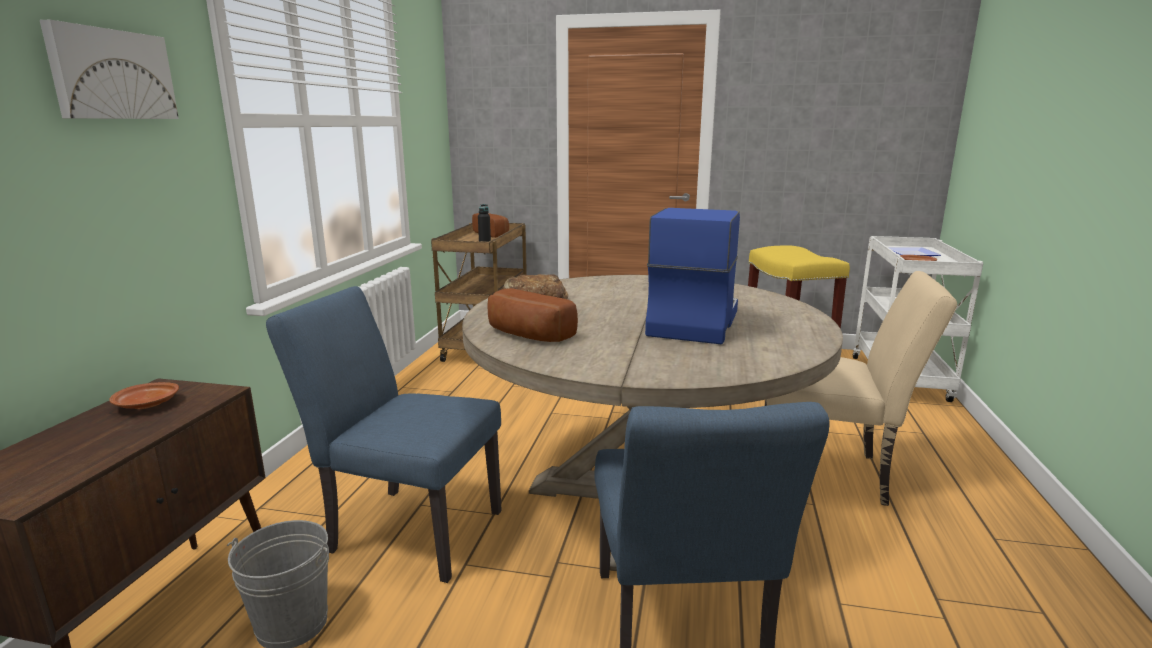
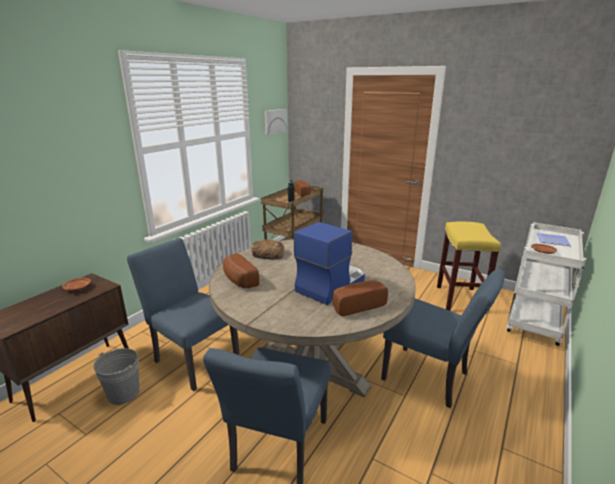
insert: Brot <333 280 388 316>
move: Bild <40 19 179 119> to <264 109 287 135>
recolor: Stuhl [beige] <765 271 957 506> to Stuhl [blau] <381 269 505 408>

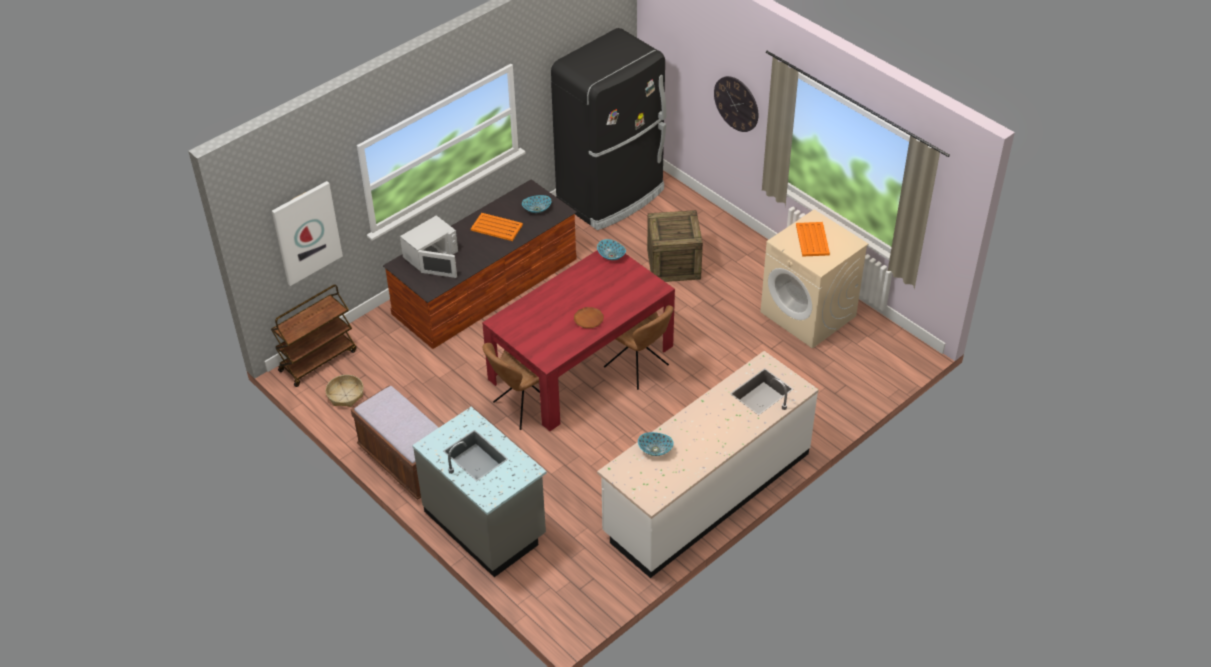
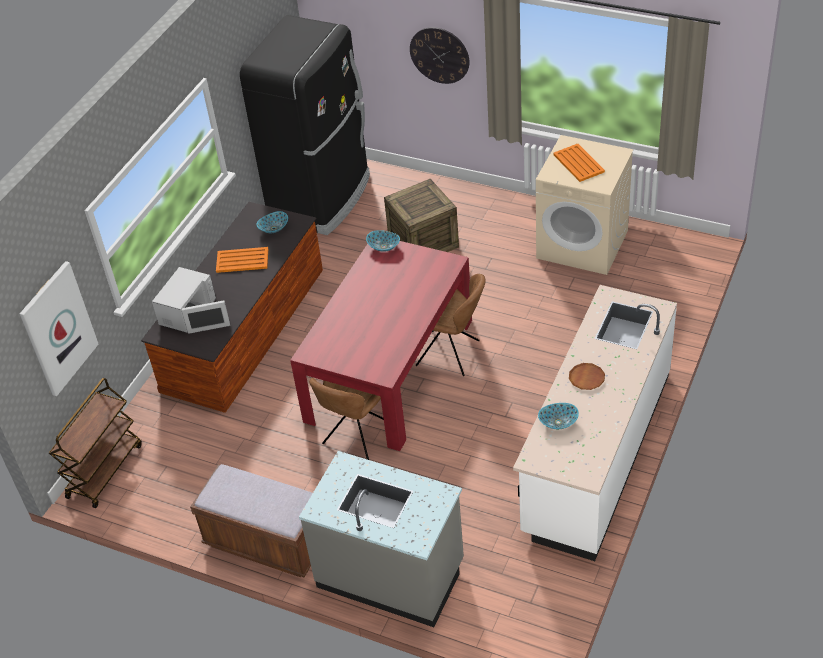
delete: Korb <325 375 364 407>
move: Teller [braun] <574 307 604 328> to <569 363 605 390>

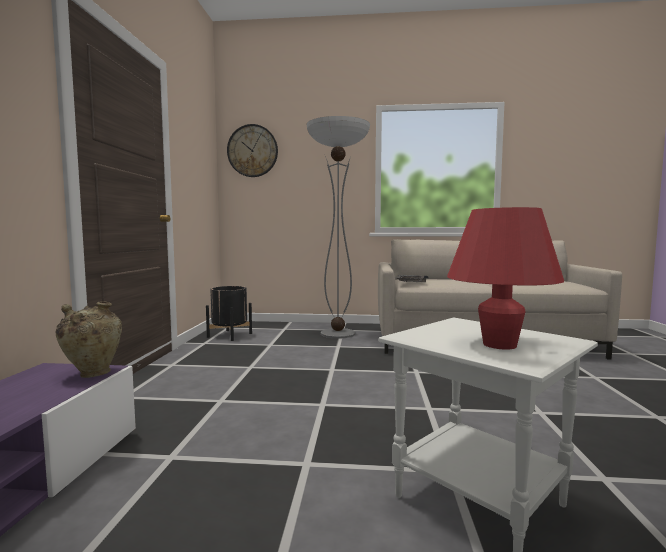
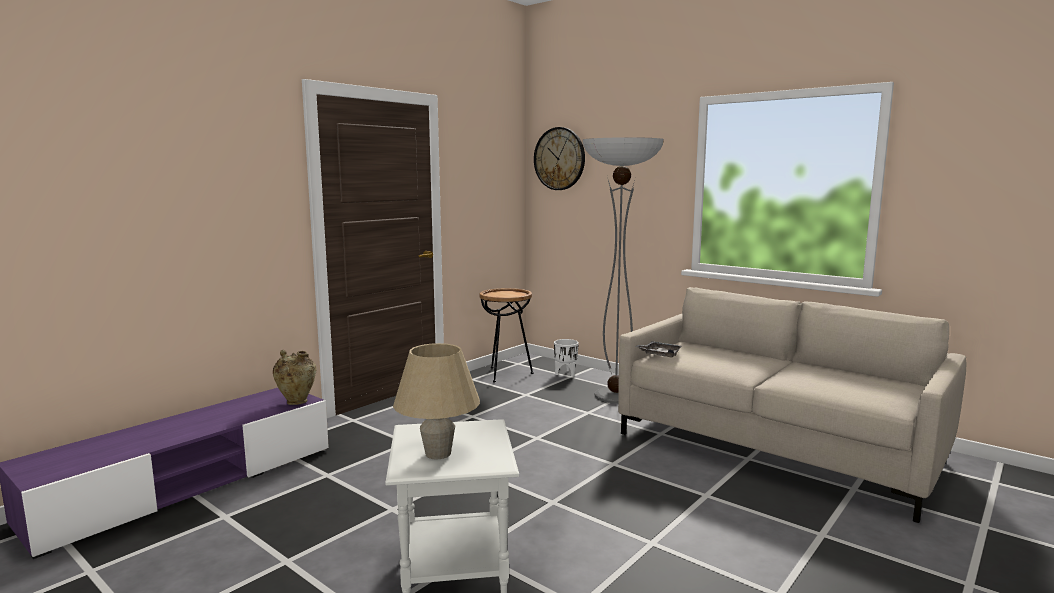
insert: Pflanzkübel [weiß] <554 339 579 376>
replace: Pflanzkübel [schwarz] <206 286 252 341> to Beistelltisch [braun] <479 288 534 383>
recolor: Tischlampe [rot] <447 207 564 350> to Tischlampe [beige] <393 343 480 459>

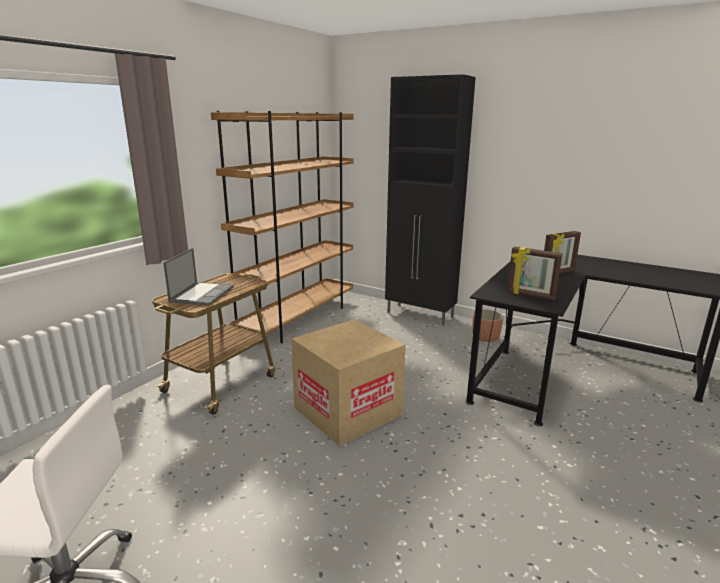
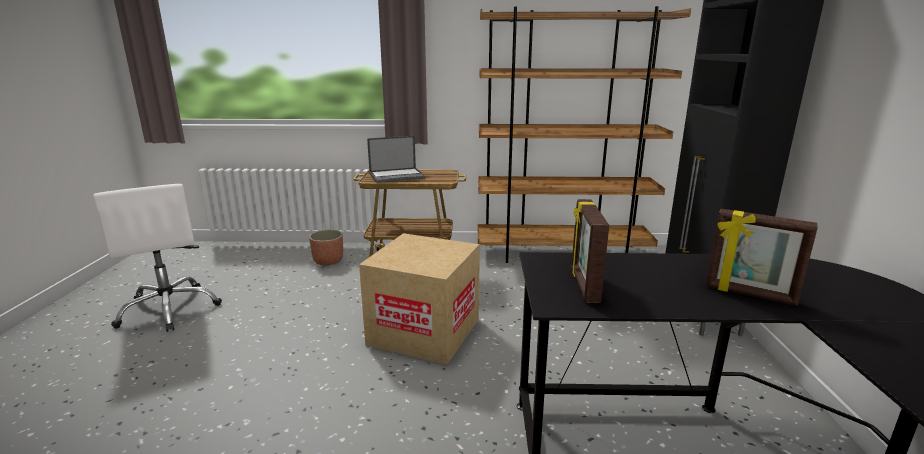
move: Pflanzkübel <472 309 503 342> to <309 230 343 265>

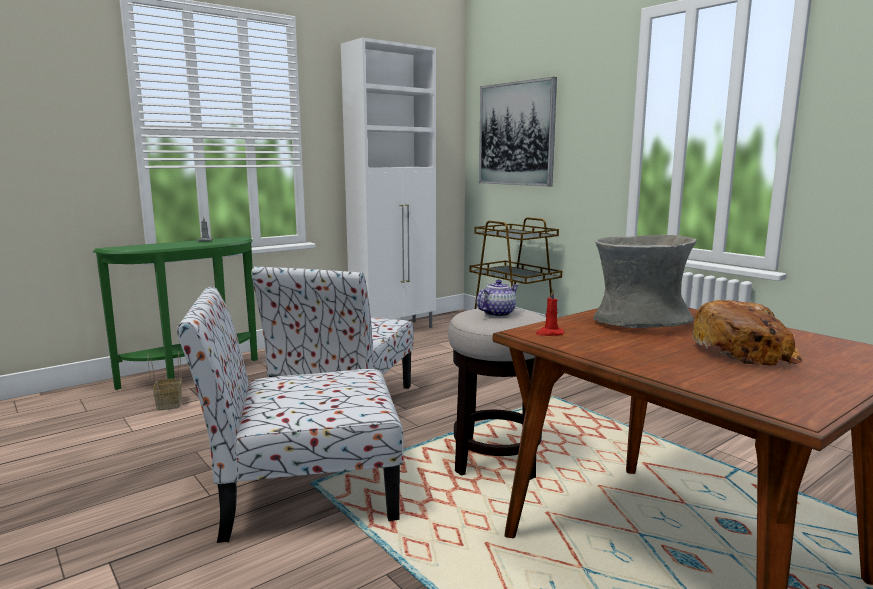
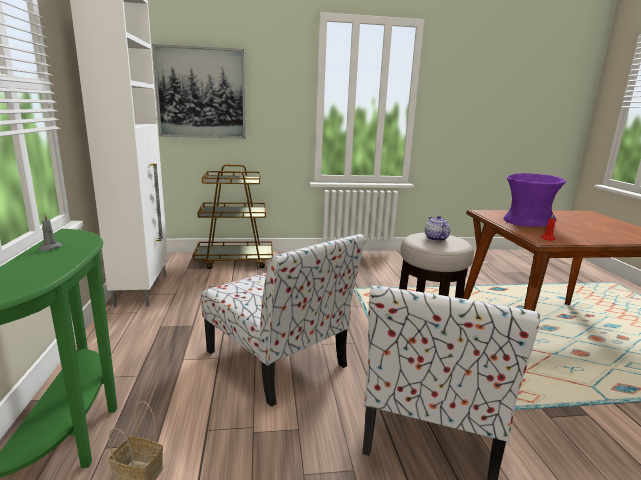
delete: Brot <692 300 803 366>
recolor: Vase [grau] <593 235 697 328> to Vase [lila] <504 173 566 227>

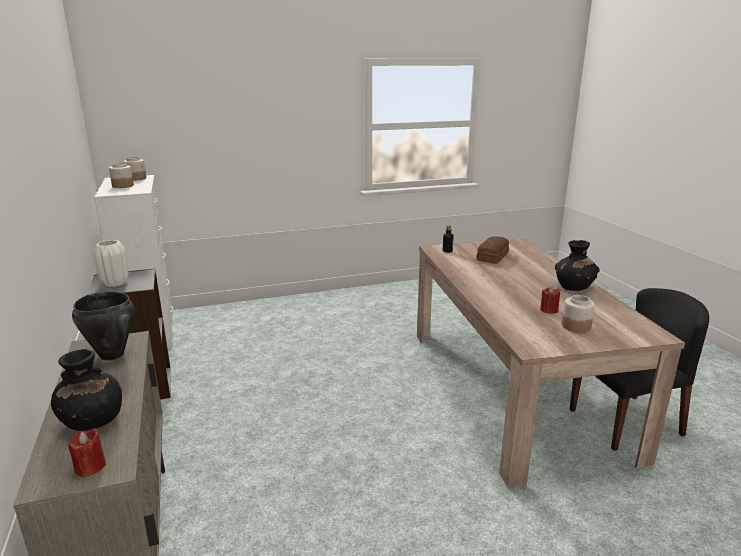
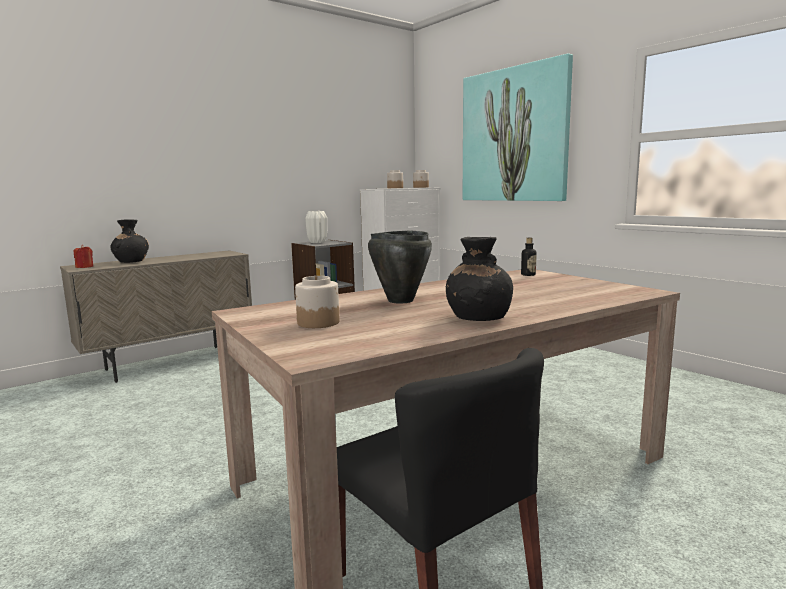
delete: Brot <476 236 509 264>; Kerze [rot] <540 286 560 314>
insert: Bild <463 53 573 201>
move: Kochtopf [schwarz] <72 291 134 360> to <368 230 432 304>

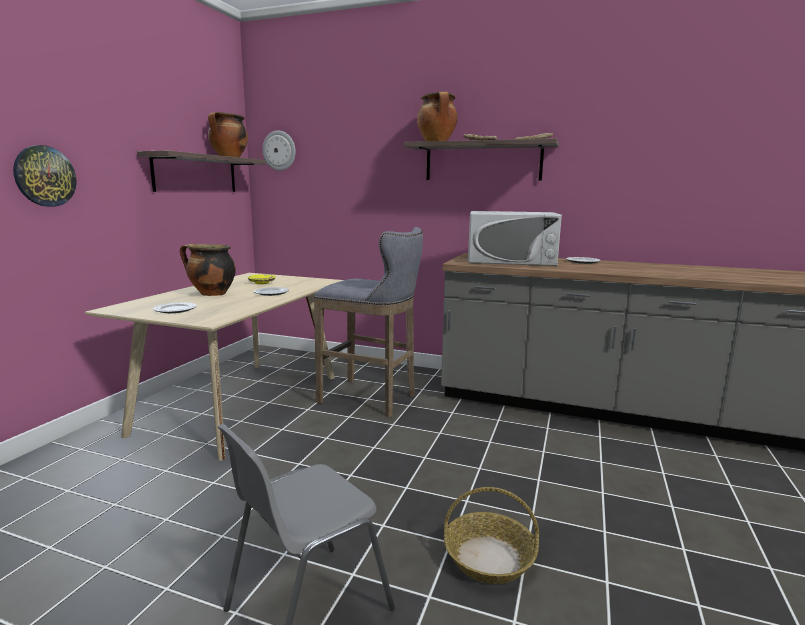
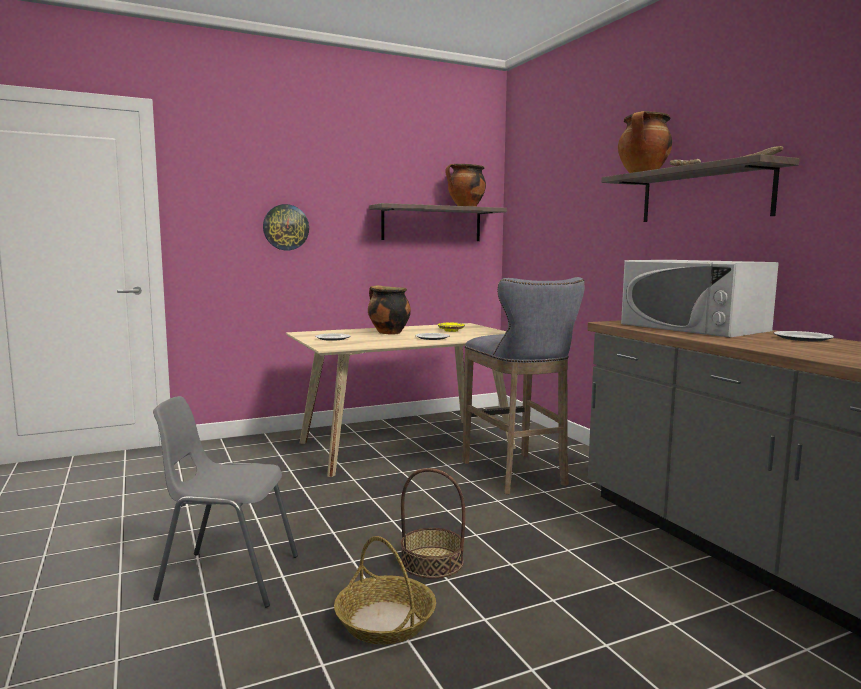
delete: Wanduhr <263 130 296 171>
insert: Korb <401 468 466 578>

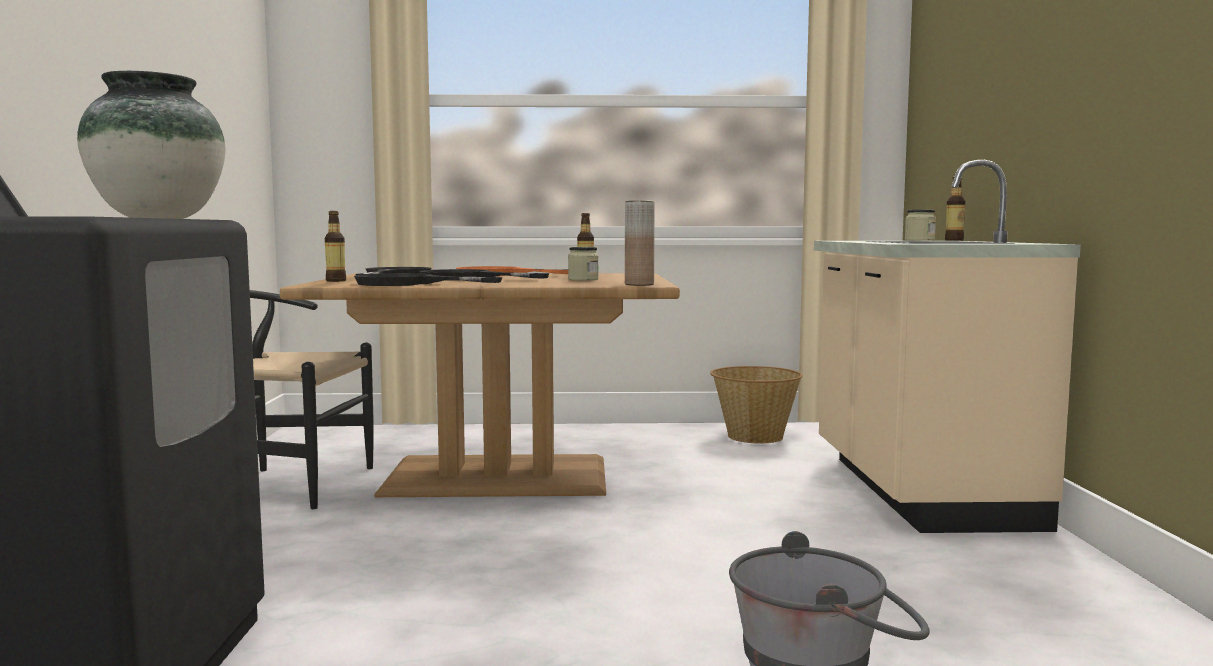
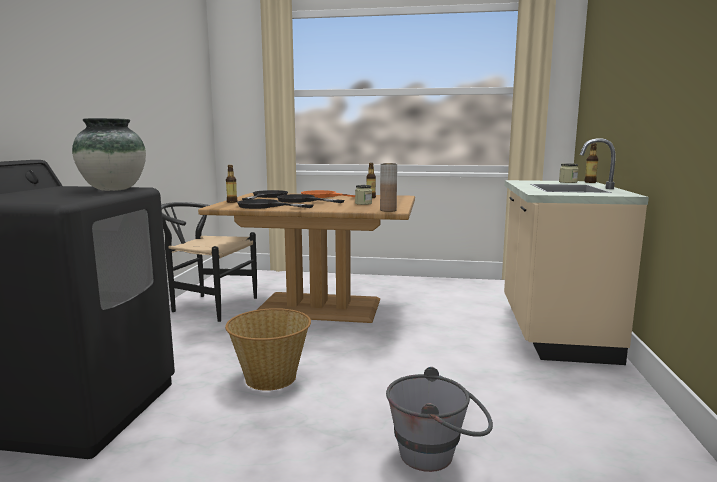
move: Korb <710 366 803 444> to <225 308 311 391>

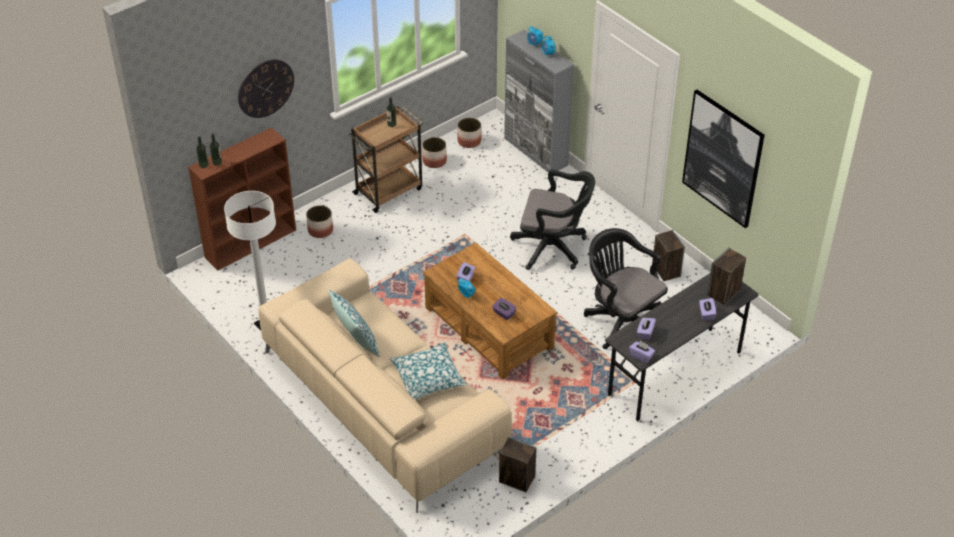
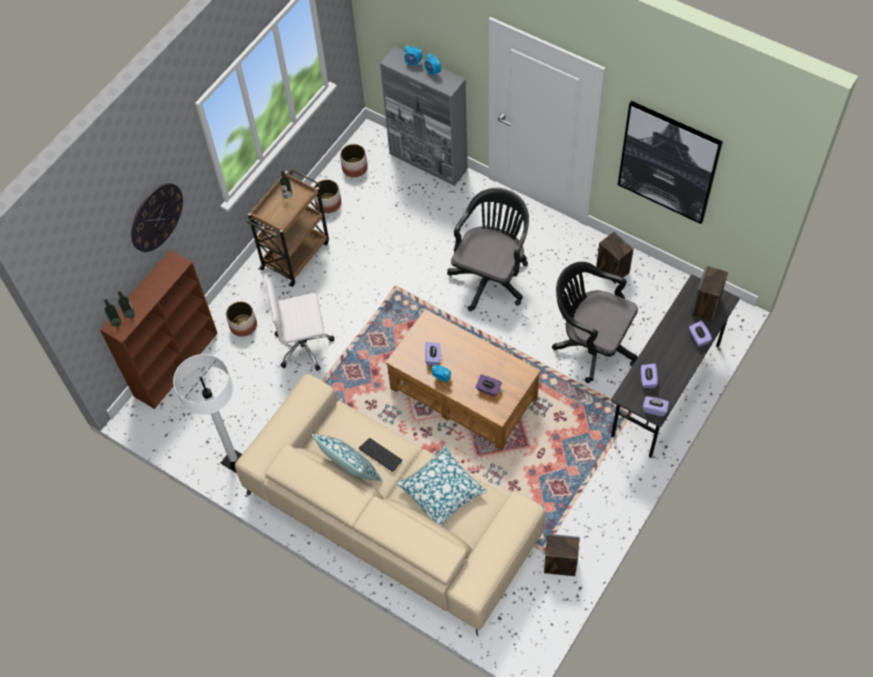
insert: Bürostuhl [weiß] <265 280 334 371>; Tastatur <359 438 403 472>
rotate: Bürostuhl [schwarz] <510 169 595 270> = <447 188 529 311> 60 degrees counterclockwise

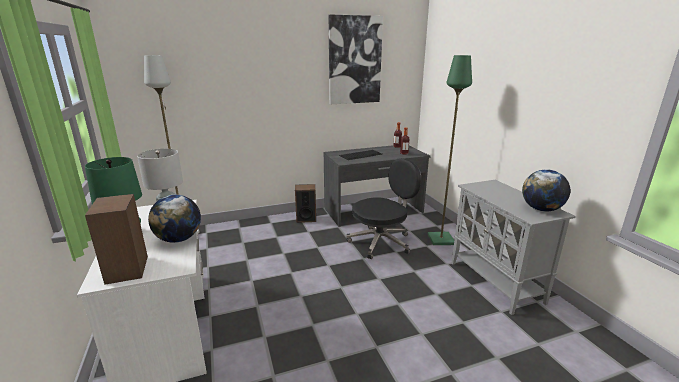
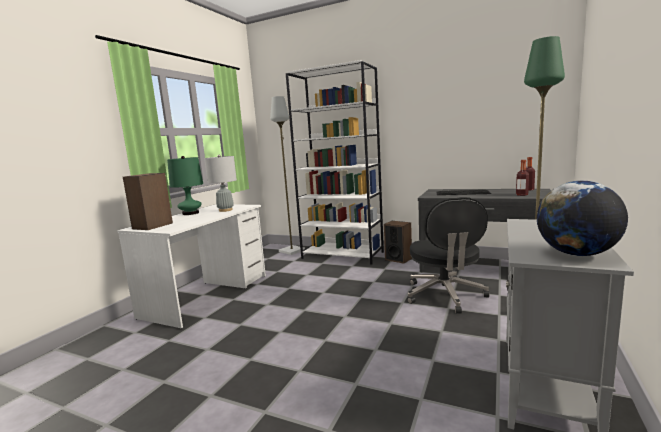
delete: Bild <329 15 383 104>; Globus <148 195 201 243>
insert: Bücherregal [weiß] <286 60 384 265>
rotate: Bürostuhl [schwarz] <346 158 421 259> = <407 197 489 314> 75 degrees clockwise

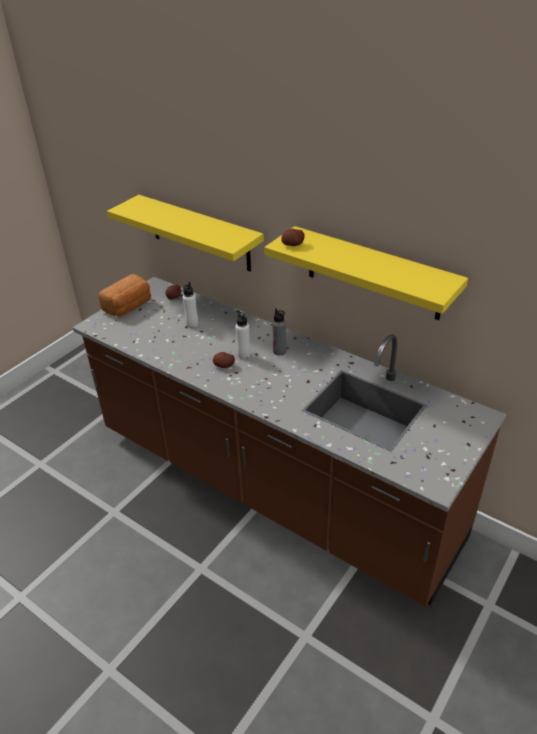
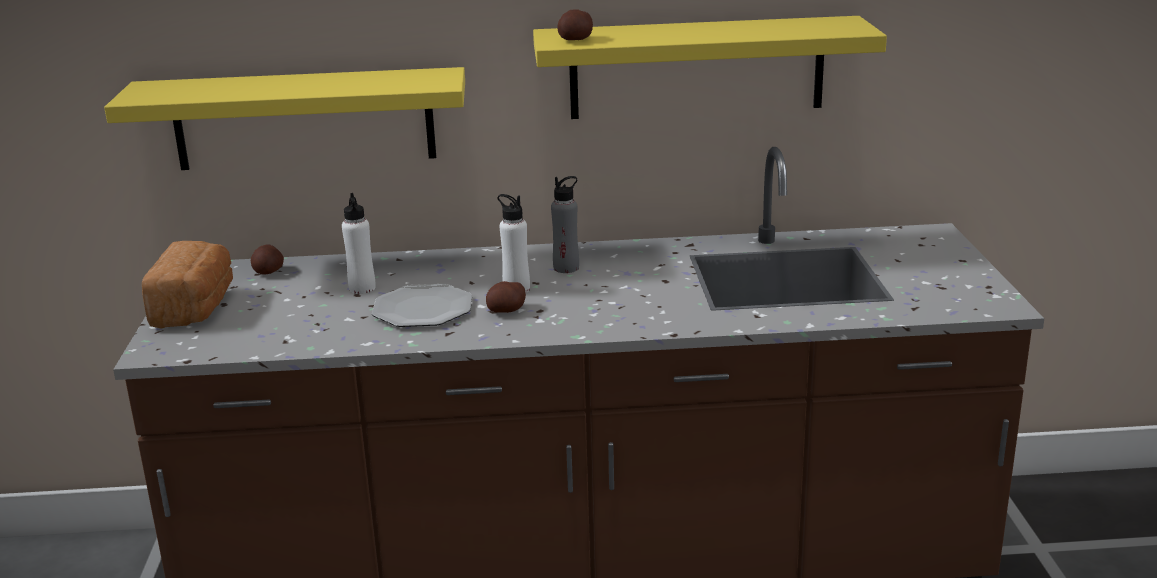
insert: Teller <372 284 472 327>

